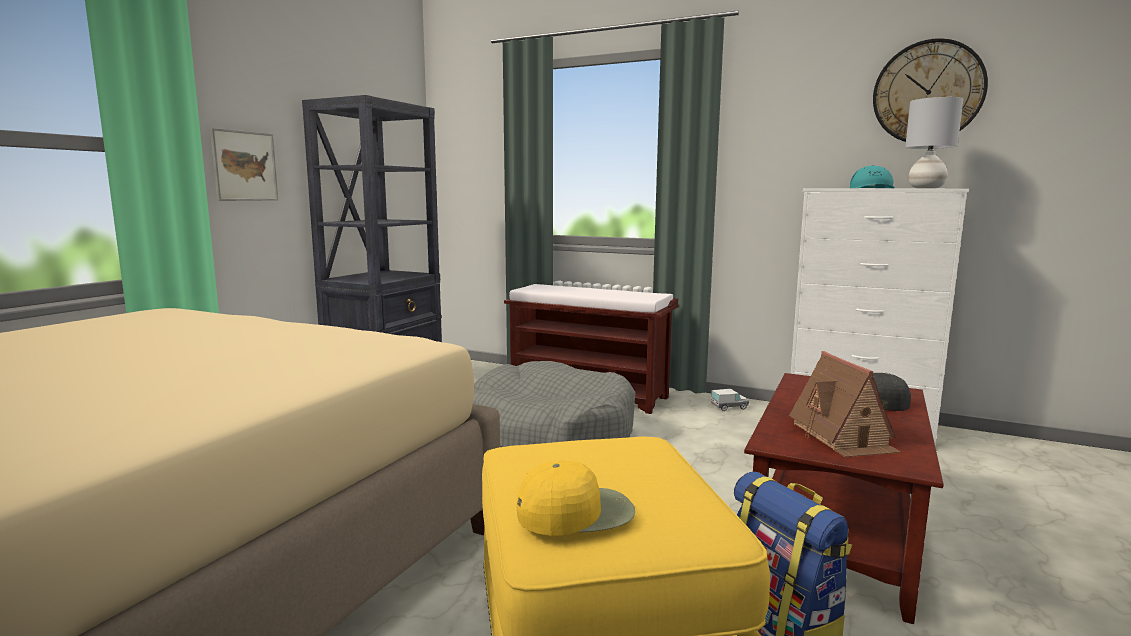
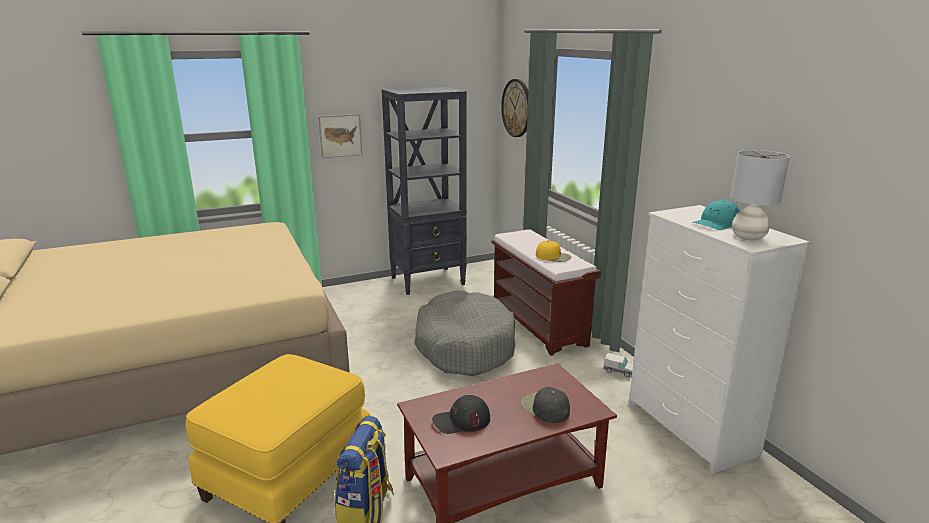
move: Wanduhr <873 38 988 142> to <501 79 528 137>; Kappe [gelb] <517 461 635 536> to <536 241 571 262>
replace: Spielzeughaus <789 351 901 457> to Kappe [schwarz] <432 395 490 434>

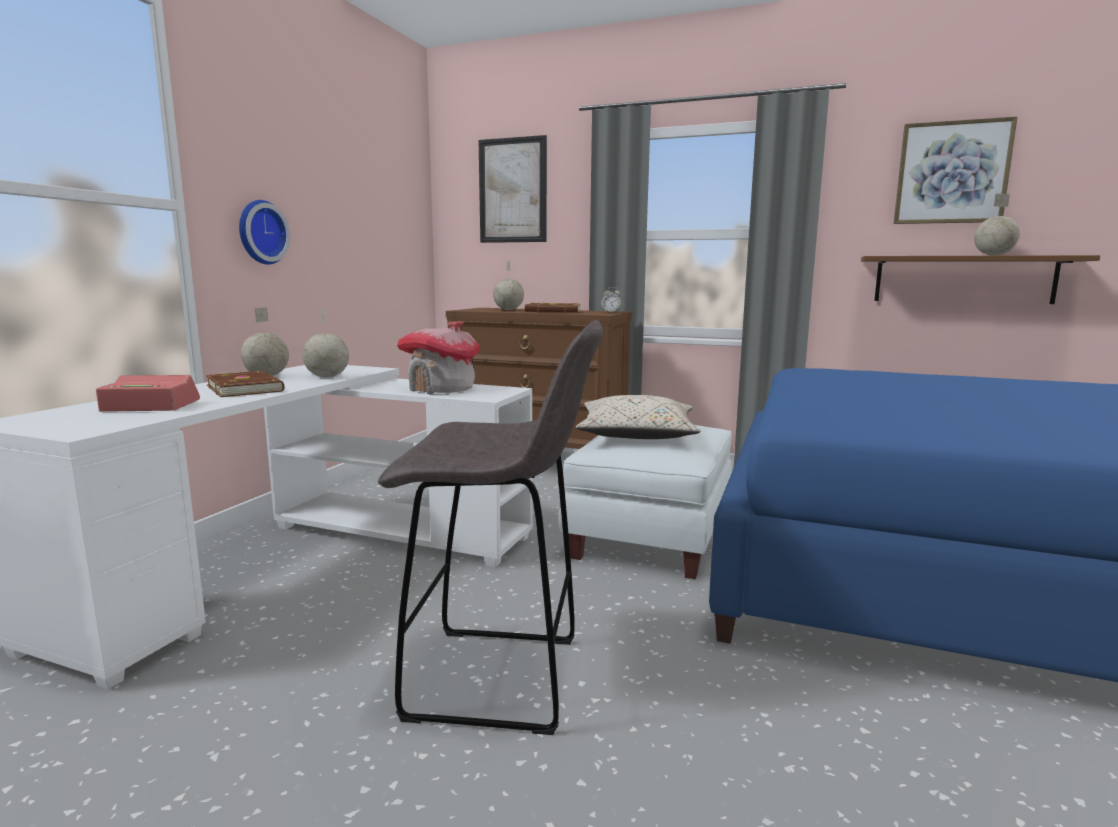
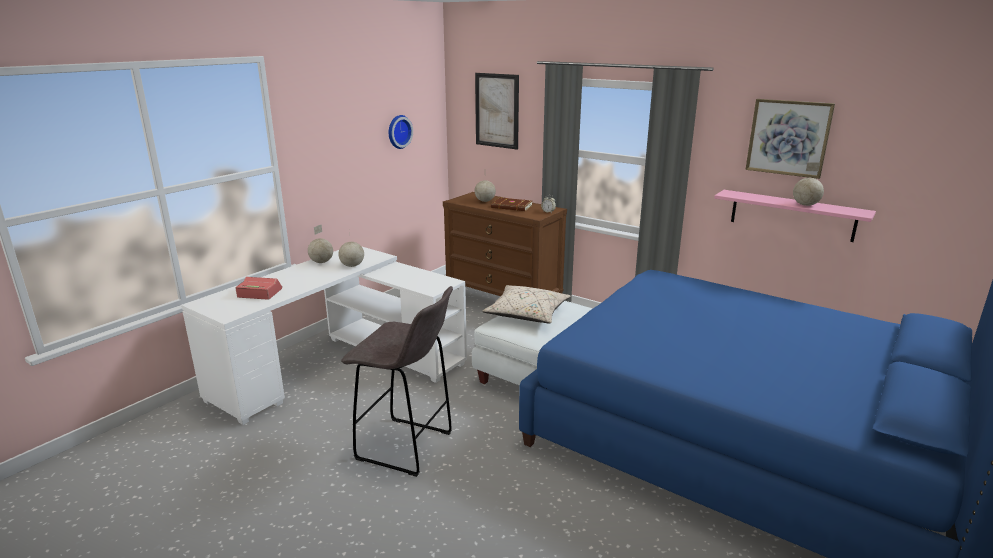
delete: Spielzeughaus <397 322 480 394>; Buch [braun] <206 371 285 397>
move: Wanduhr <239 200 290 265> to <389 115 413 149>
recolor: Wandregal [braun] <861 255 1100 304> to Wandregal [rosa] <714 190 876 242>

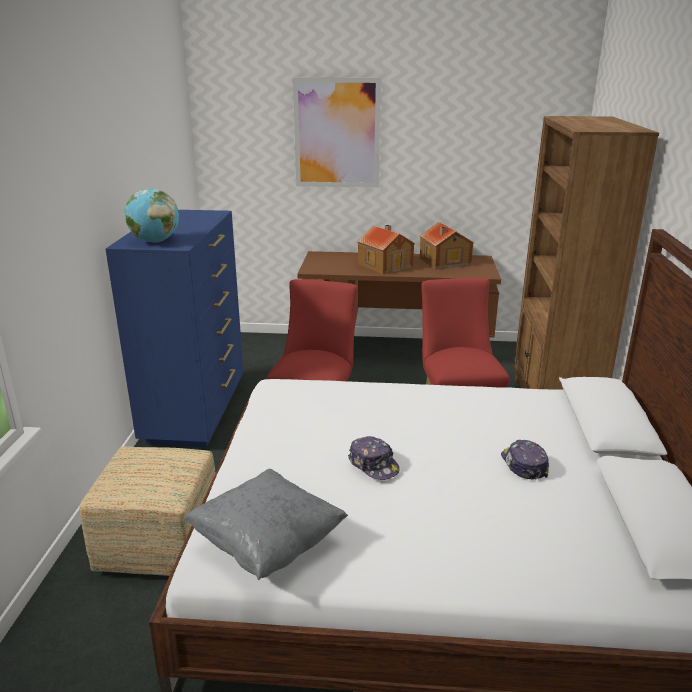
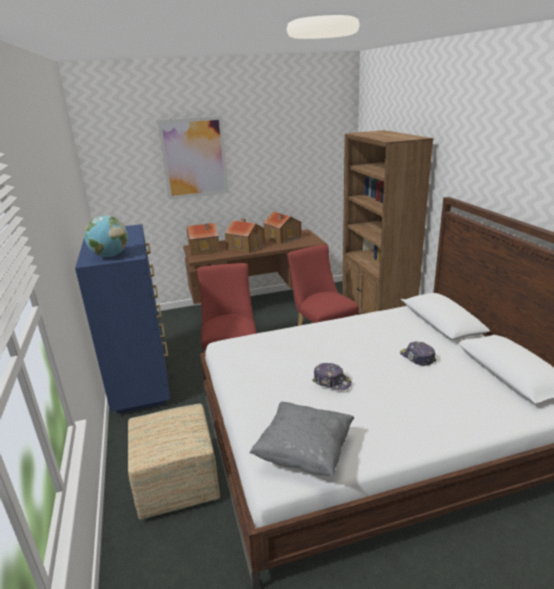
insert: Spielzeughaus <187 223 220 256>

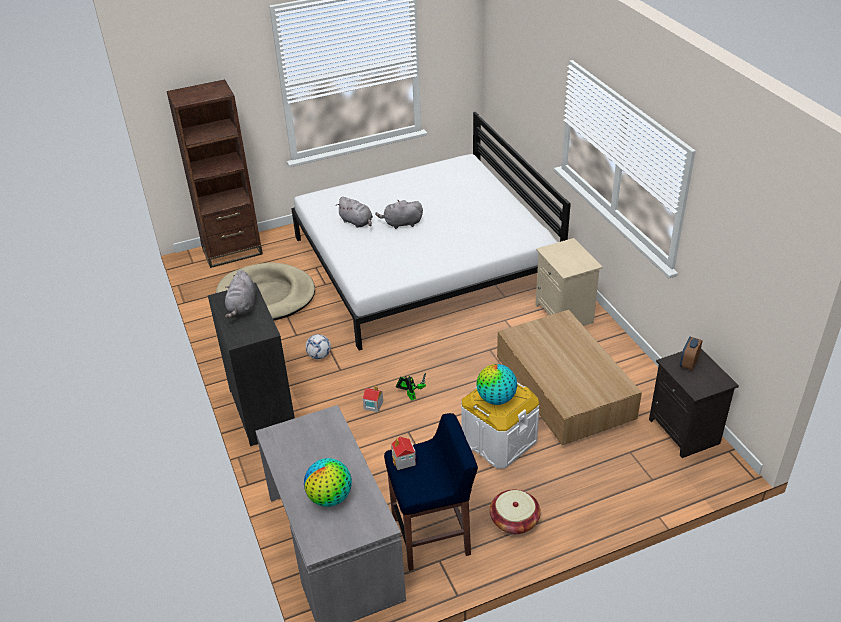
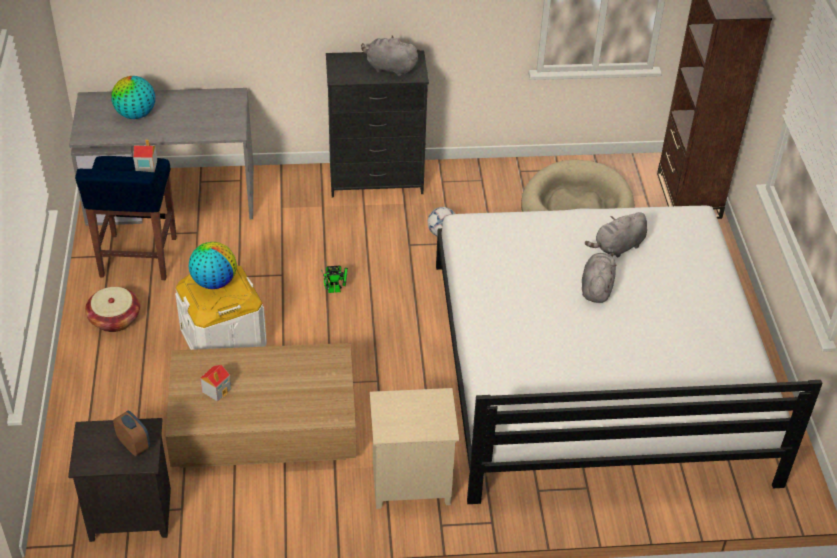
move: Spielzeughaus <363 386 383 412> to <200 365 232 401>

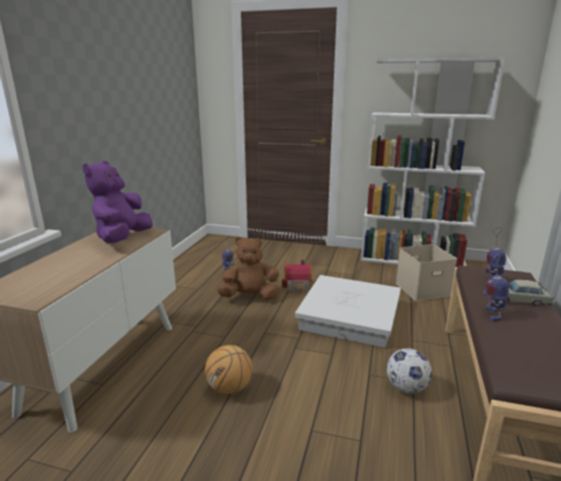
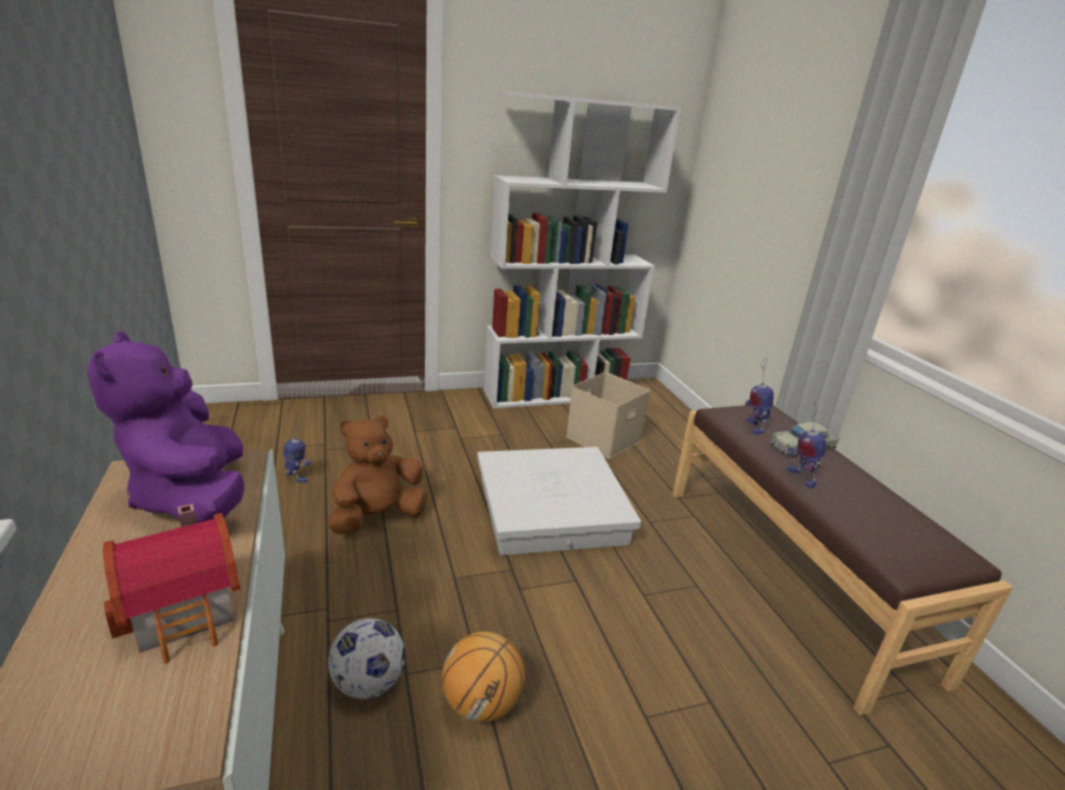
move: Spielzeughaus <282 259 312 294> to <103 504 240 664>; Fußball <387 348 432 394> to <328 618 405 699>

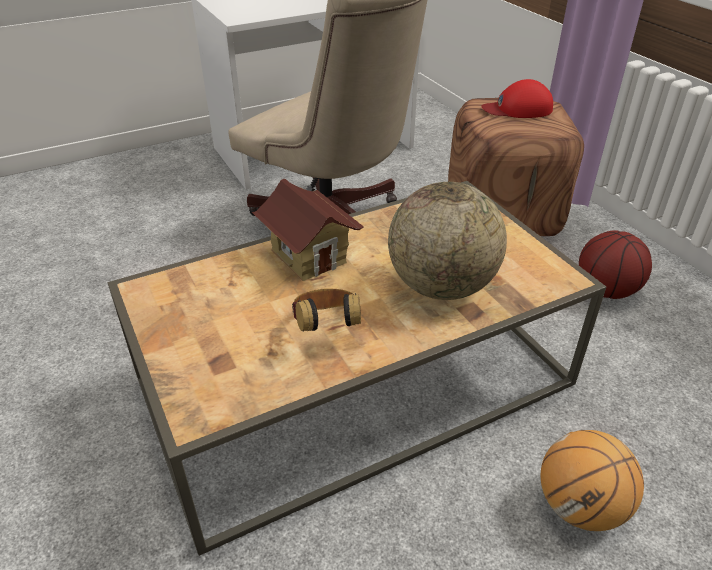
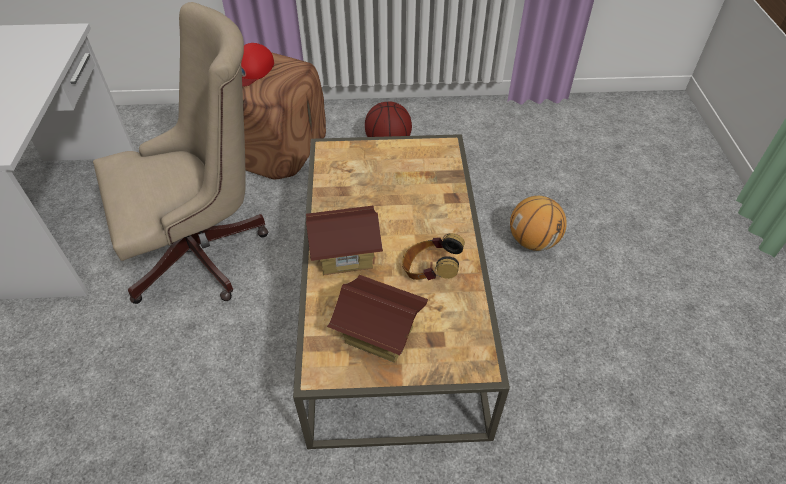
delete: Globus <388 182 507 300>
insert: Spielzeughaus <327 275 428 363>

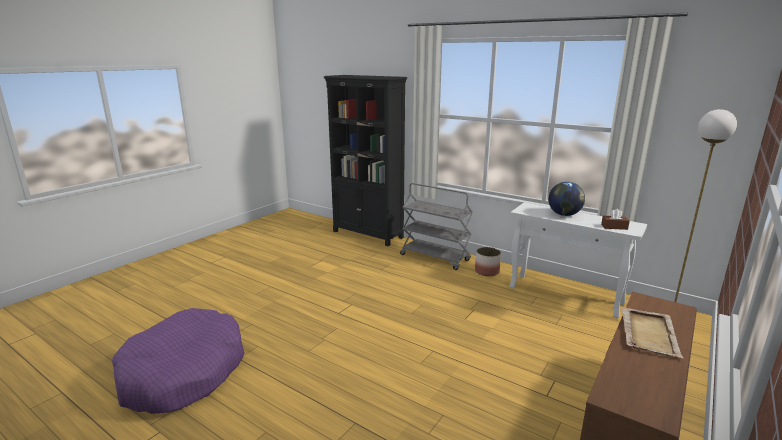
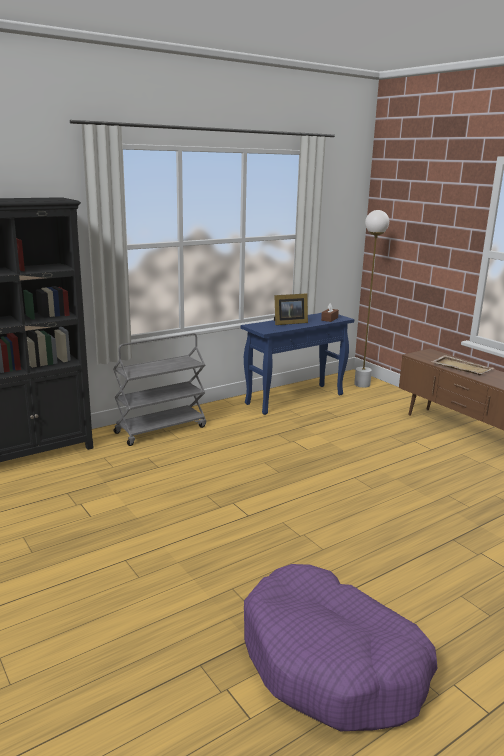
delete: Pflanzkübel <475 247 501 276>
replace: Globus <548 182 585 216> to Bilderrahmen <274 293 308 325>
recolor: Konsolentisch [weiß] <509 202 647 318> to Konsolentisch [blau] <241 313 354 415>

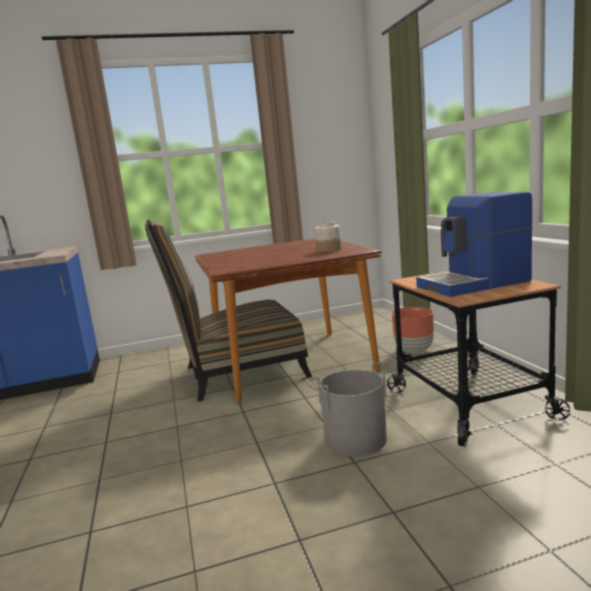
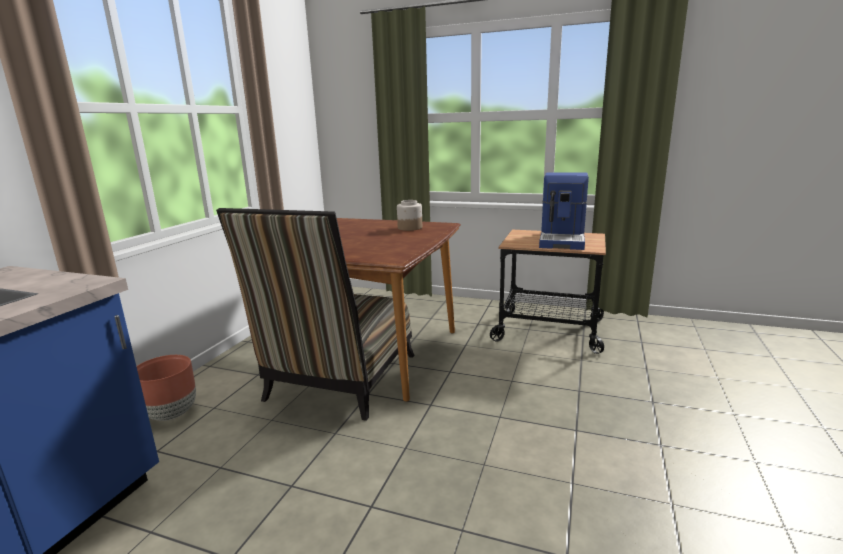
delete: Eimer [grau] <306 362 395 456>
move: Pflanzkübel [braun] <392 307 434 353> to <136 355 196 421>

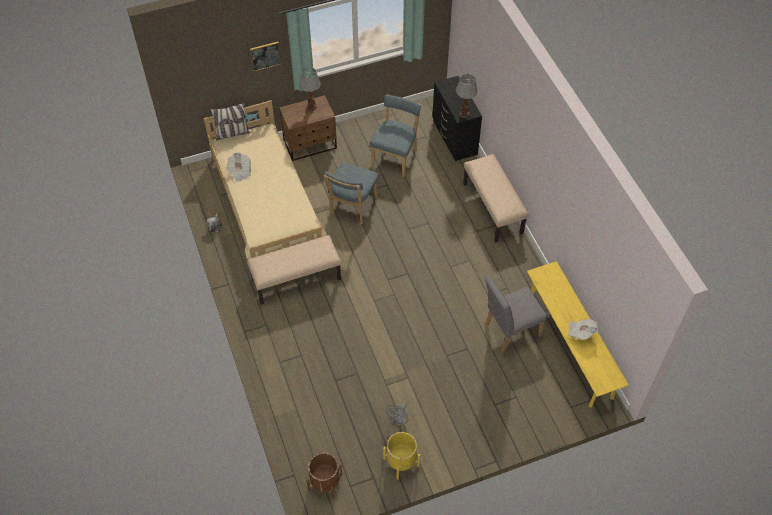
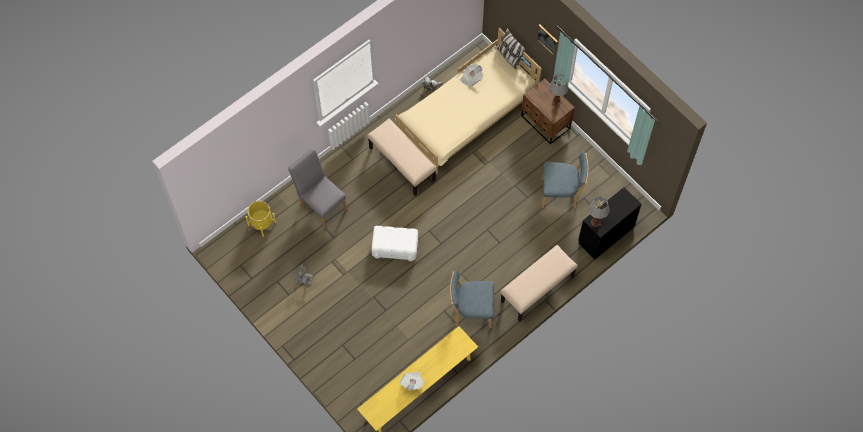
delete: Pflanzkübel [braun] <307 452 342 499>
insert: Aufbewahrungsbox [weiß] <371 226 418 261>
move: Stuhl [blau] <324 162 379 224> to <450 270 494 328>; Stuhl [grau] <485 275 547 352> to <288 148 347 229>; Pflanzkübel [gelb] <383 432 420 479> to <246 201 276 237>

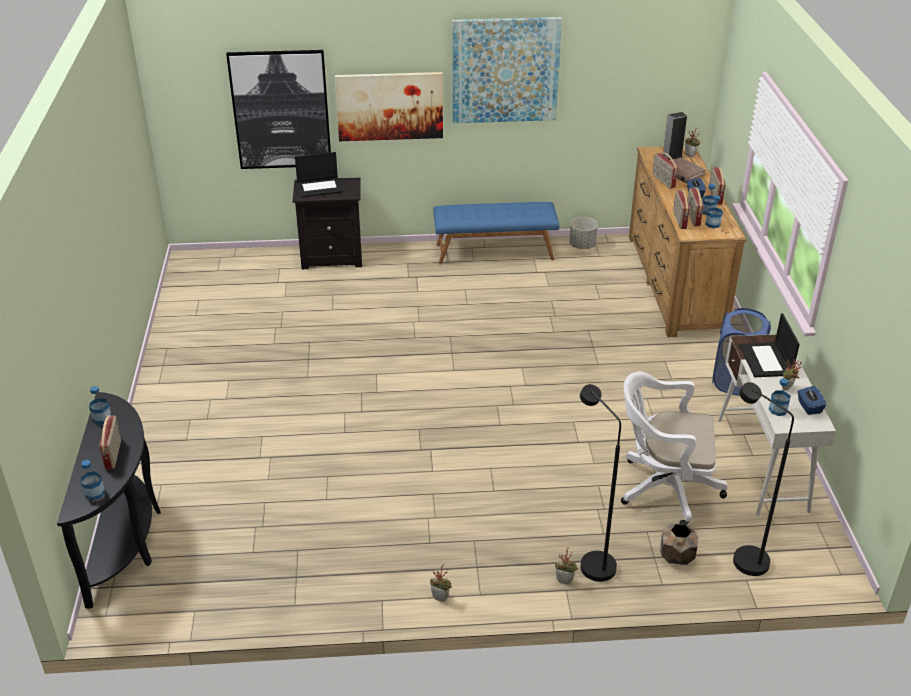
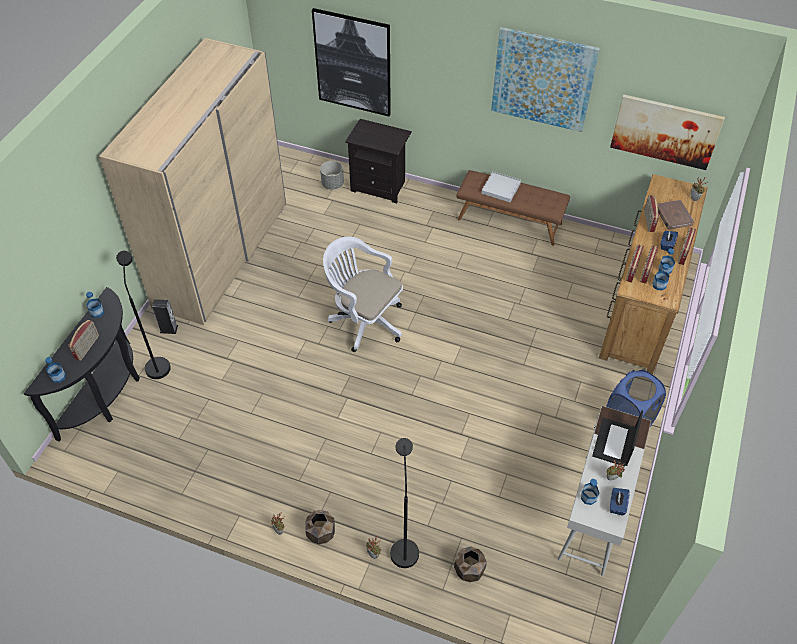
delete: Laptop <295 152 343 197>
insert: Kleiderschrank [beige] <99 38 286 325>; Tablett [weiß] <481 171 521 202>; Pflanzkübel [braun] <305 510 335 544>
move: Bild <335 72 443 141> to <610 94 725 170>; Lautsprecher <663 112 687 160> to <152 299 178 334>; Pflanzkübel [grau] <569 217 598 249> to <320 161 344 189>; Bürostuhl [weiß] <621 371 727 525> to <323 237 403 352>; Stehlampe [schwarz] <733 382 794 576> to <116 251 171 379>
recolor: Bank [blau] <433 202 560 265> to Bank [braun] <456 170 570 246>

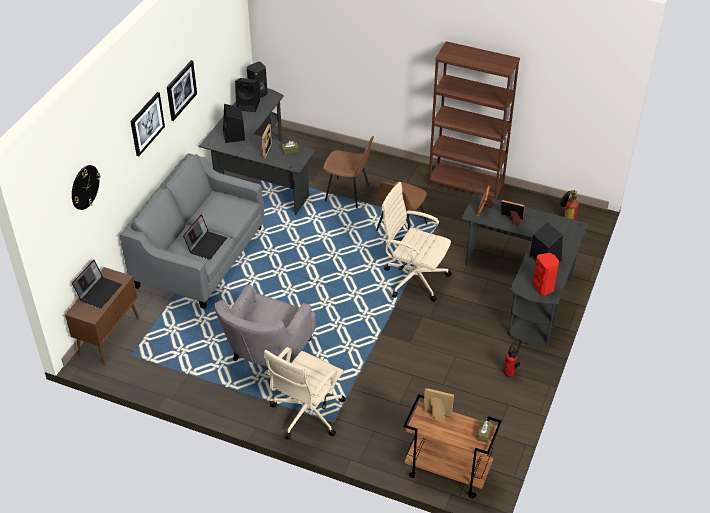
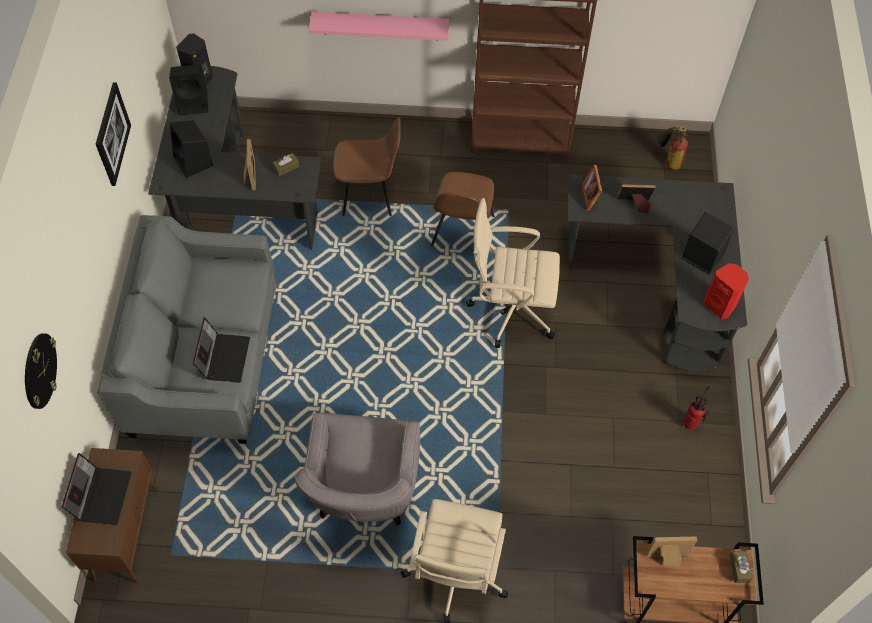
delete: Bild <130 92 165 156>
insert: Wandregal [rosa] <309 12 449 41>

